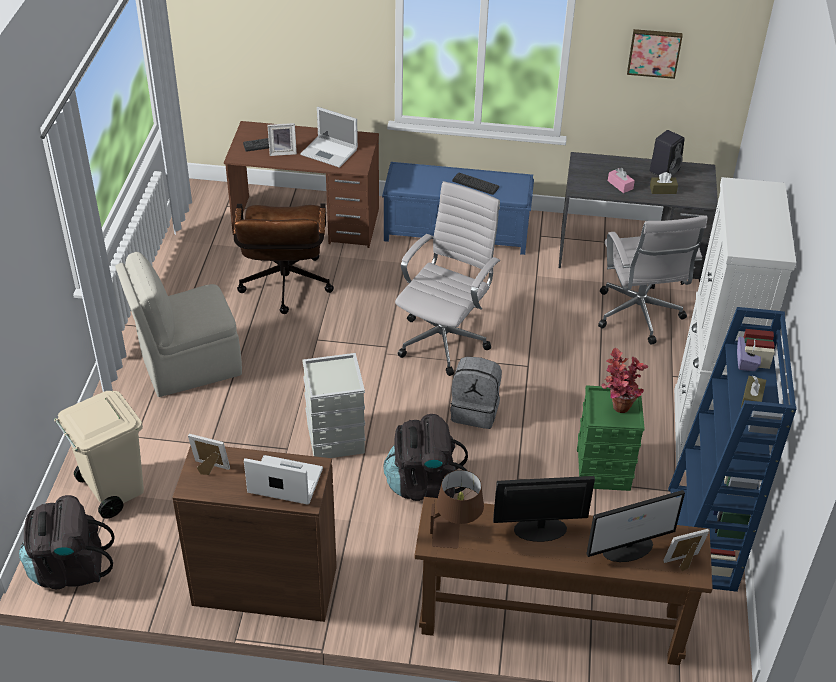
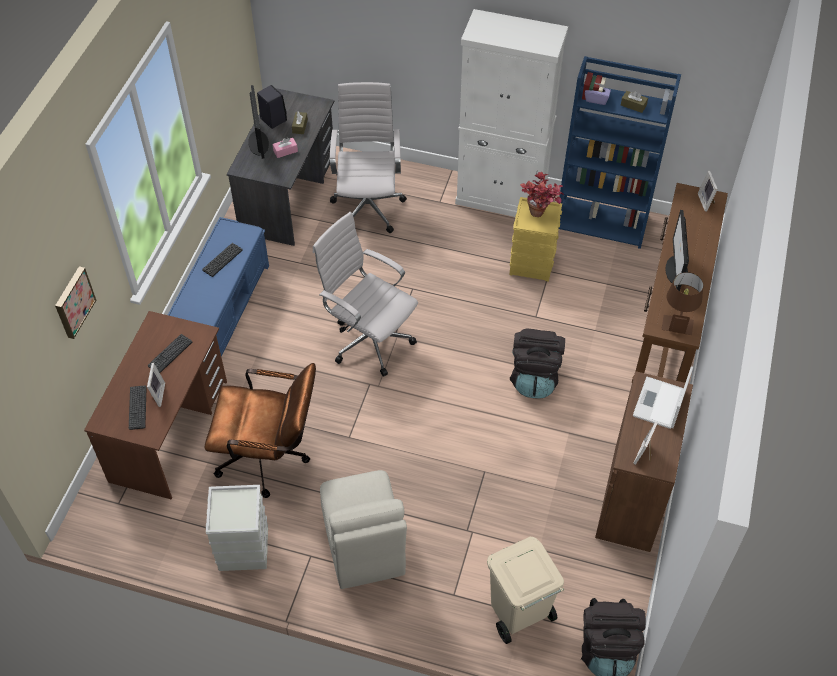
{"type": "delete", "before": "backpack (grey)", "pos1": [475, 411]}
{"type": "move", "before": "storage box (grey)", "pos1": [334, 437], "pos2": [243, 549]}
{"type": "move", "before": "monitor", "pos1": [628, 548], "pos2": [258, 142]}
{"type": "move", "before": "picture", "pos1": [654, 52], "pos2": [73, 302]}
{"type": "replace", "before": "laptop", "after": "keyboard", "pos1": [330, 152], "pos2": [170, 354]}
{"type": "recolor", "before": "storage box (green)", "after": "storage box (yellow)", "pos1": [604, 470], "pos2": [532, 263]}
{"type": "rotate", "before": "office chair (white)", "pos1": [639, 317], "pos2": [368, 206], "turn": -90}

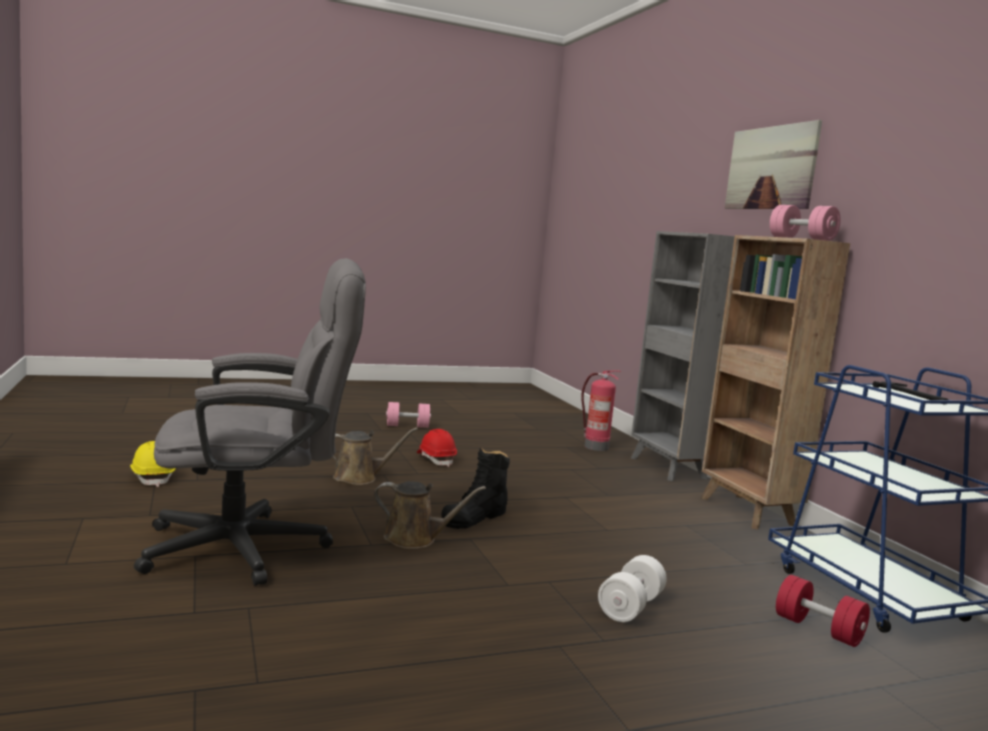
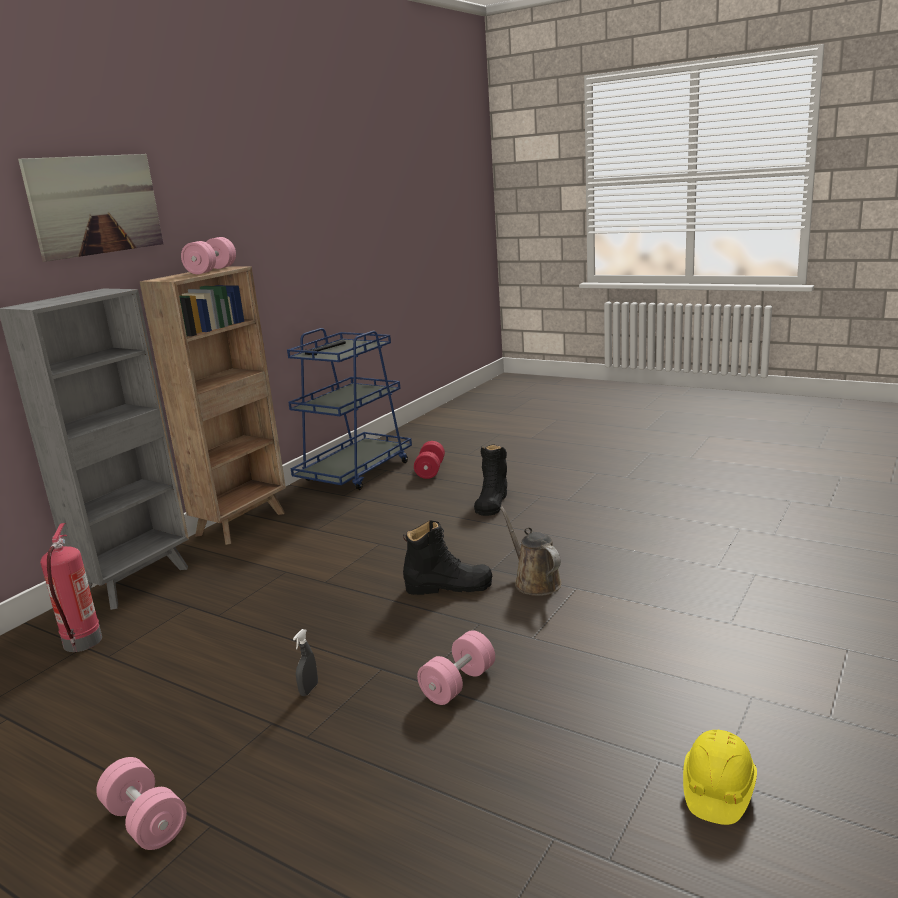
{"type": "delete", "before": "office chair (grey)", "pos1": [254, 548]}
{"type": "replace", "before": "watering can (brown)", "after": "dumbbell (pink)", "pos1": [359, 478], "pos2": [458, 684]}
{"type": "replace", "before": "hard hat (red)", "after": "spray bottle (grey)", "pos1": [436, 459], "pos2": [309, 689]}
{"type": "replace", "before": "dumbbell (white)", "after": "boot (black)", "pos1": [630, 607], "pos2": [492, 502]}

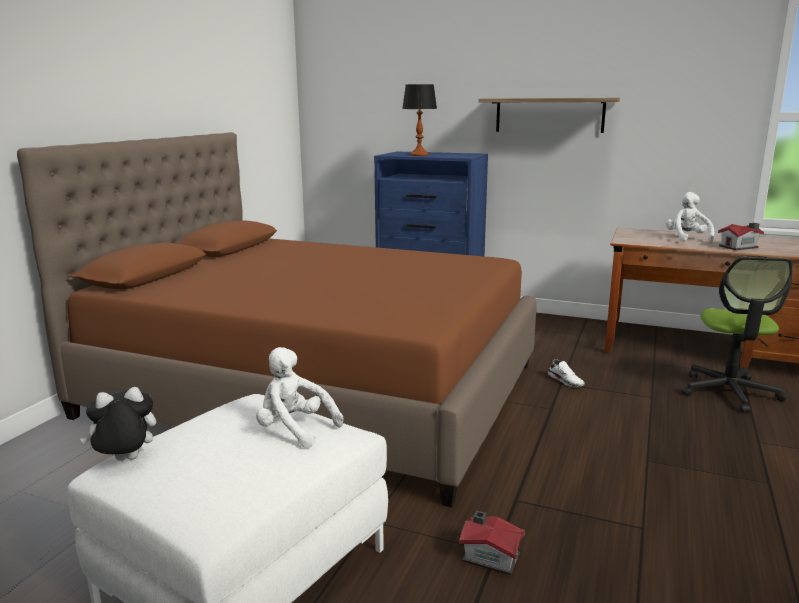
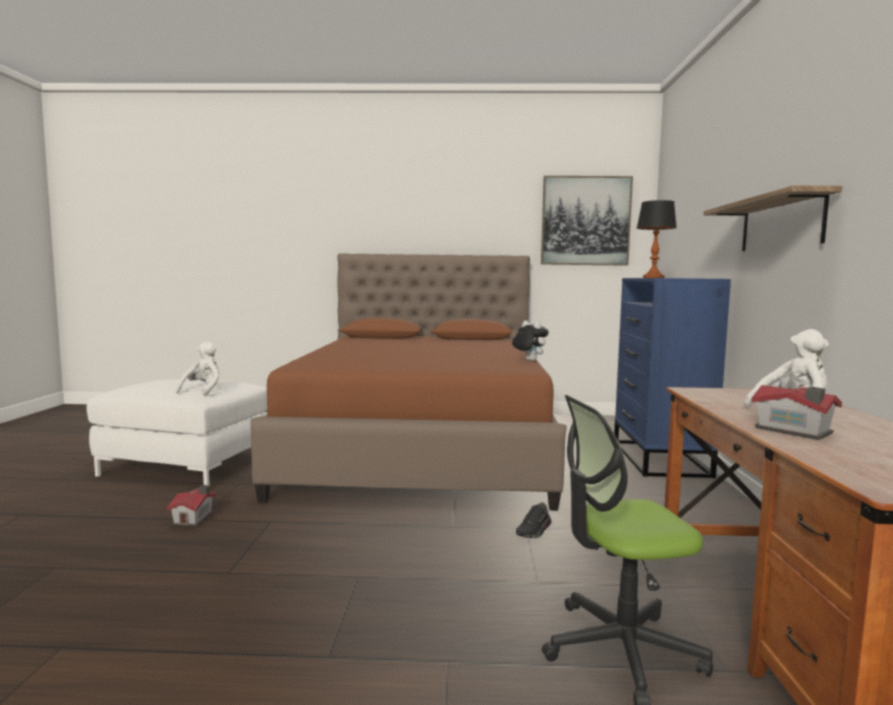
{"type": "insert", "after": "picture", "pos2": [585, 221]}
{"type": "move", "before": "plush toy", "pos1": [125, 461], "pos2": [528, 360]}
{"type": "recolor", "before": "shoe (white)", "after": "shoe (black)", "pos1": [566, 381], "pos2": [535, 531]}

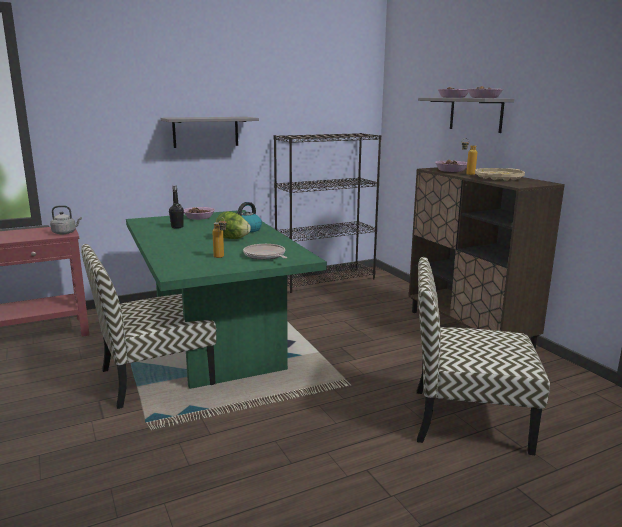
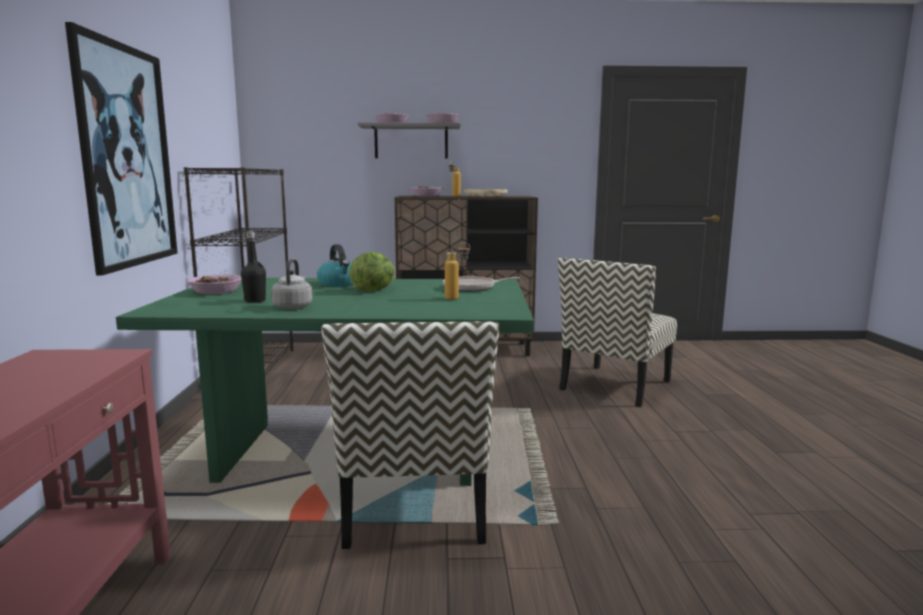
{"type": "move", "before": "kettle (grey)", "pos1": [65, 233], "pos2": [293, 306]}
{"type": "replace", "before": "shelf (grey)", "after": "picture", "pos1": [205, 132], "pos2": [127, 156]}

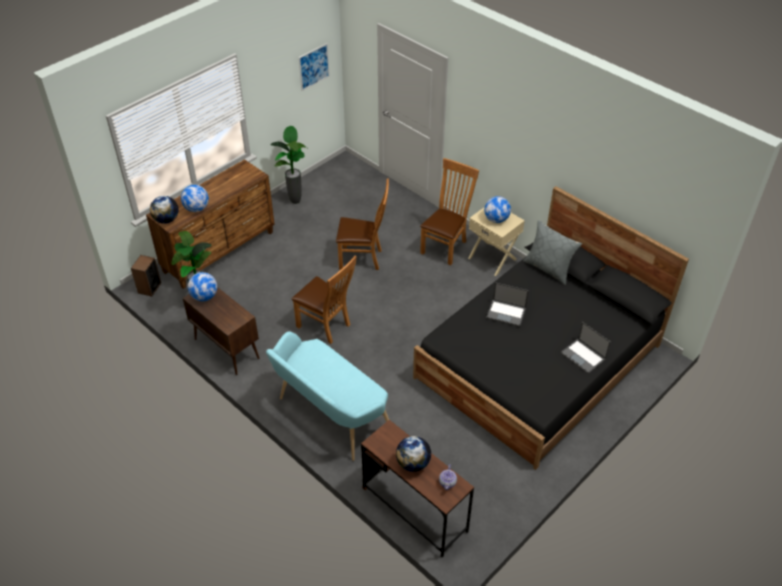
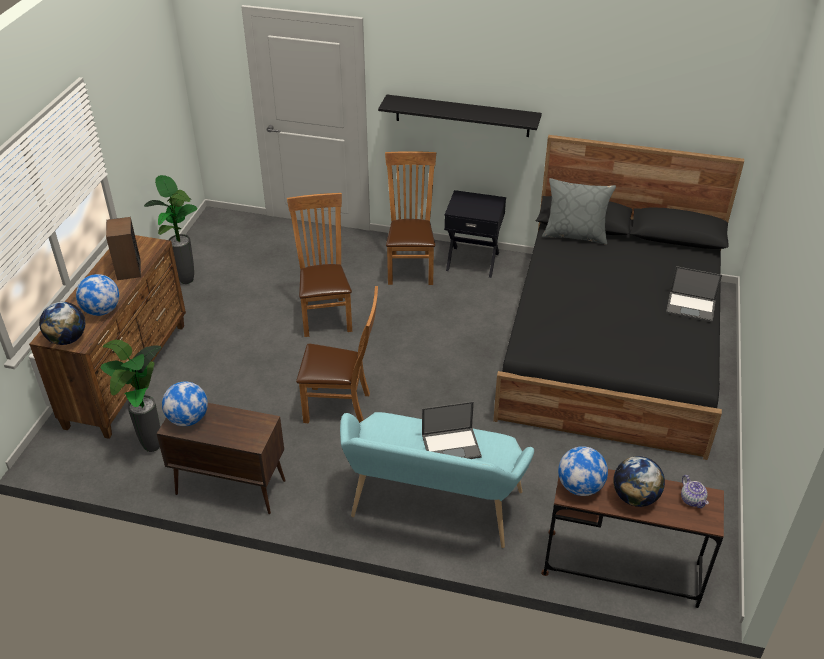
{"type": "delete", "before": "picture", "pos1": [314, 66]}
{"type": "insert", "after": "shelf (black)", "pos2": [462, 116]}
{"type": "move", "before": "speaker", "pos1": [149, 288], "pos2": [128, 269]}
{"type": "move", "before": "globe", "pos1": [496, 219], "pos2": [580, 487]}
{"type": "move", "before": "laptop", "pos1": [506, 313], "pos2": [452, 445]}
{"type": "recolor", "before": "nightstand (beige)", "after": "nightstand (black)", "pos1": [493, 258], "pos2": [473, 261]}
{"type": "rotate", "before": "chair (brown)", "pos1": [363, 259], "pos2": [325, 314], "turn": -75}

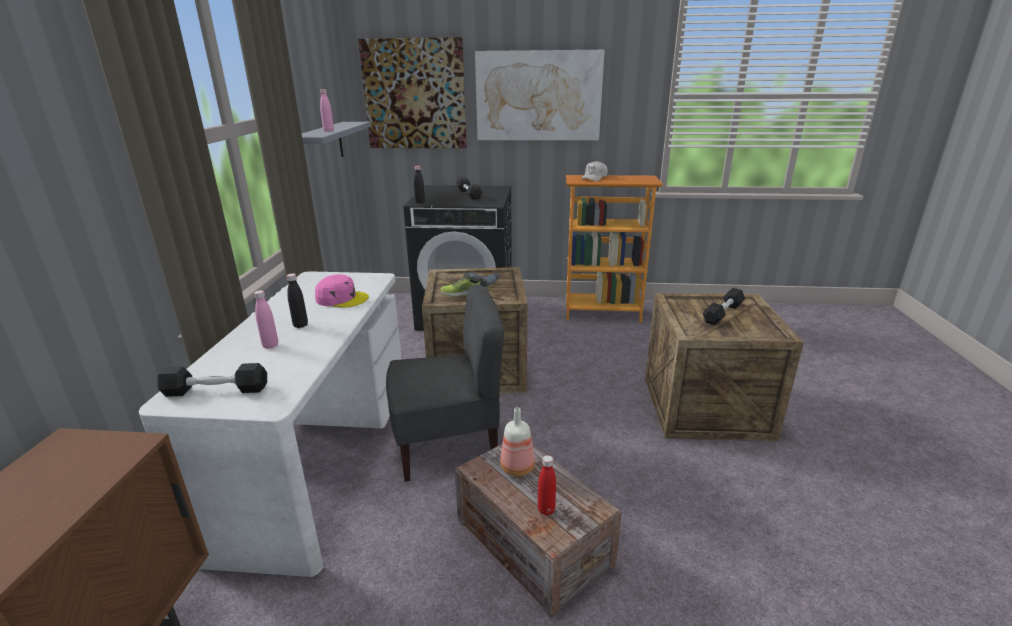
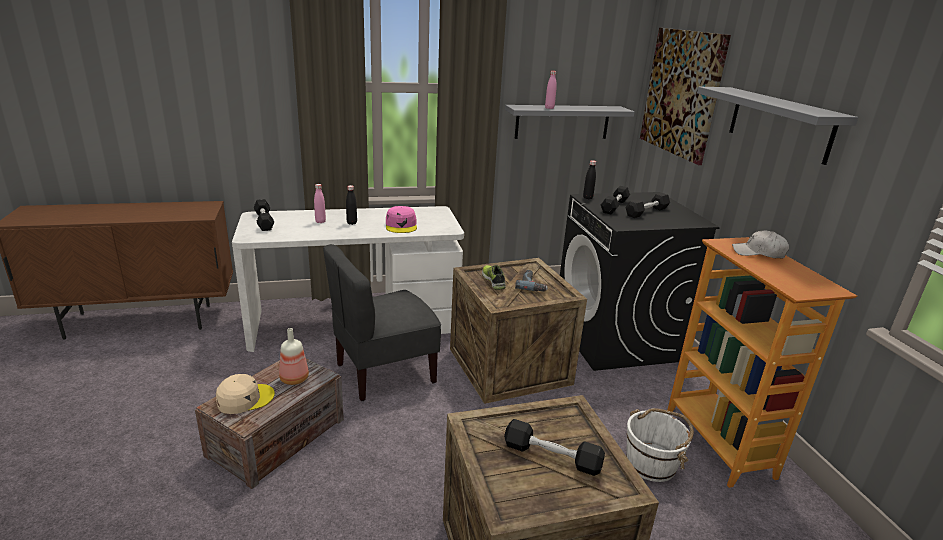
{"type": "insert", "after": "dumbbell (black)", "pos2": [614, 206]}
{"type": "insert", "after": "bucket (white)", "pos2": [651, 463]}
{"type": "replace", "before": "picture", "after": "shelf (grey)", "pos1": [538, 96], "pos2": [779, 123]}
{"type": "replace", "before": "bottle (red)", "after": "cap (beige)", "pos1": [546, 510], "pos2": [245, 398]}
{"type": "rotate", "before": "chair (grey)", "pos1": [447, 445], "pos2": [384, 373], "turn": 90}

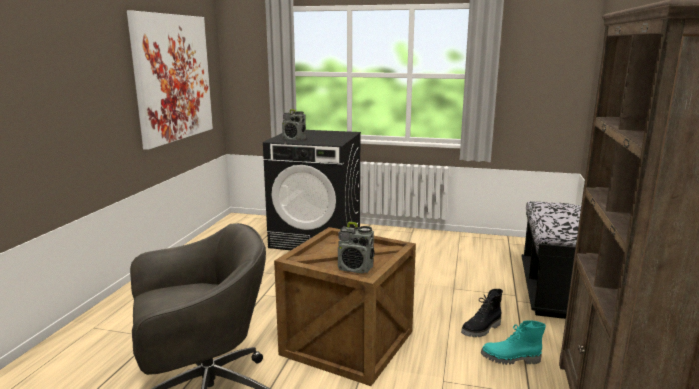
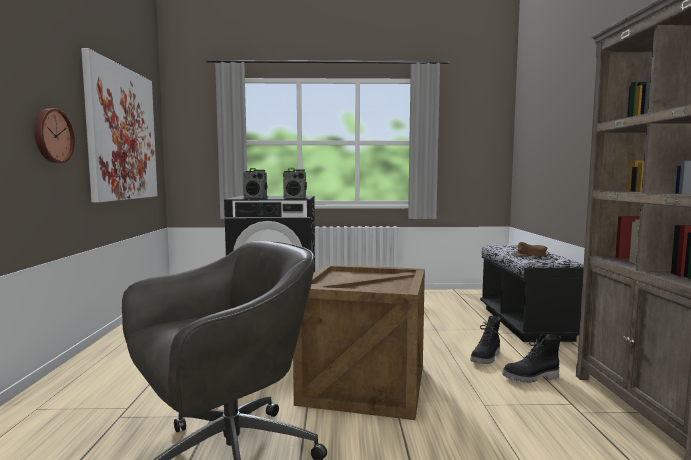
{"type": "insert", "after": "wall clock", "pos2": [52, 136]}
{"type": "insert", "after": "cap (brown)", "pos2": [529, 255]}
{"type": "move", "before": "radio", "pos1": [355, 268], "pos2": [294, 198]}
{"type": "recolor", "before": "boot (turquoise)", "after": "boot (black)", "pos1": [510, 359], "pos2": [531, 378]}

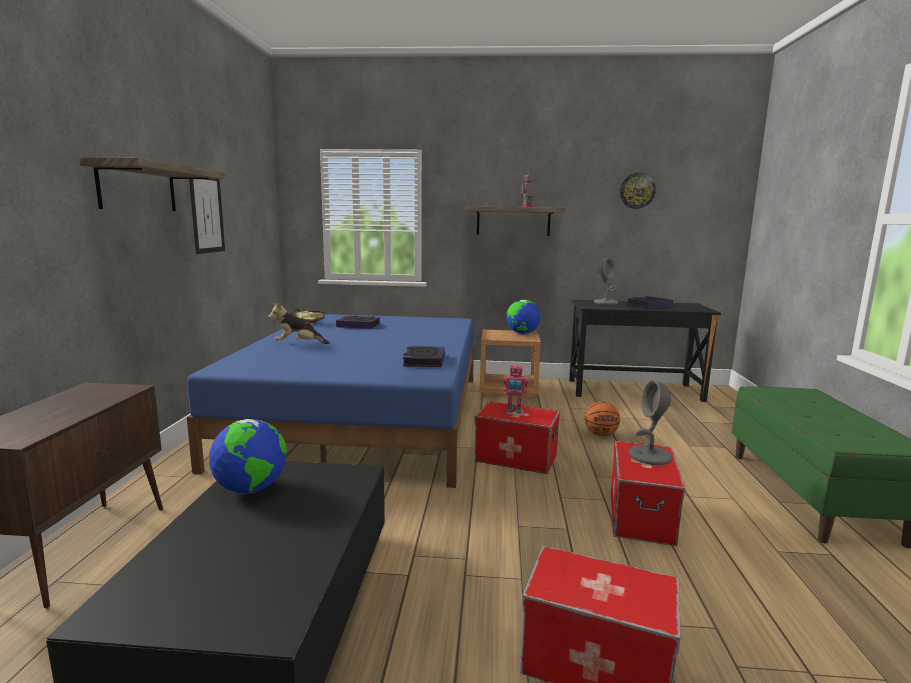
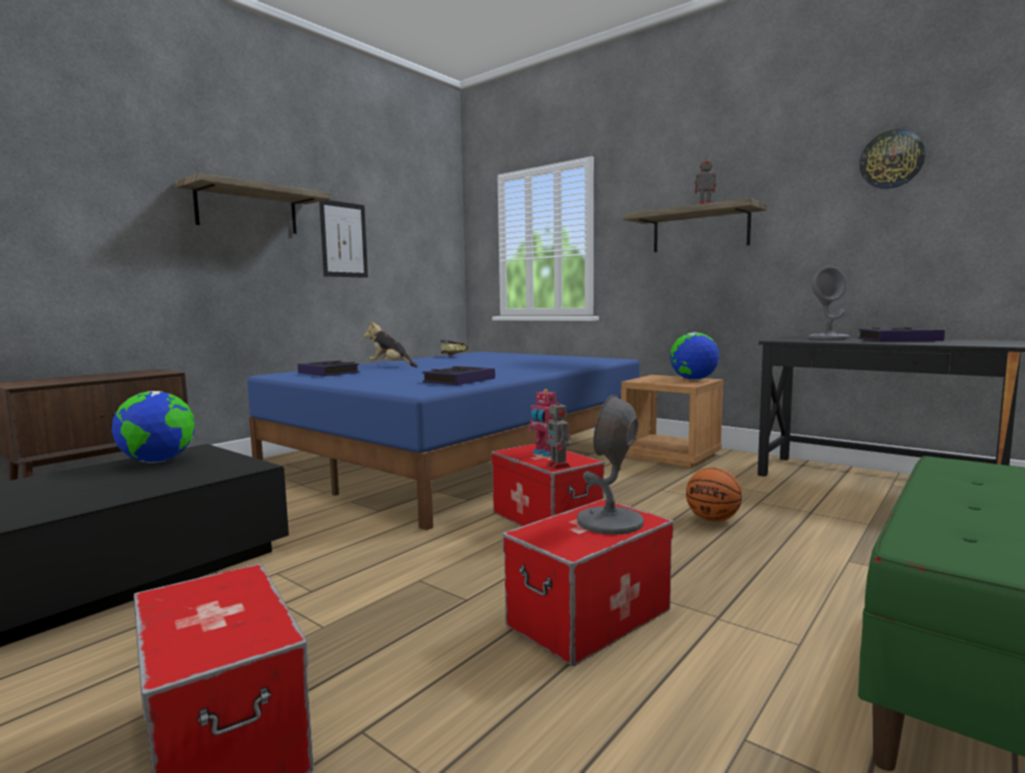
{"type": "insert", "after": "toy robot", "pos2": [559, 466]}
{"type": "move", "before": "book", "pos1": [358, 325], "pos2": [328, 373]}

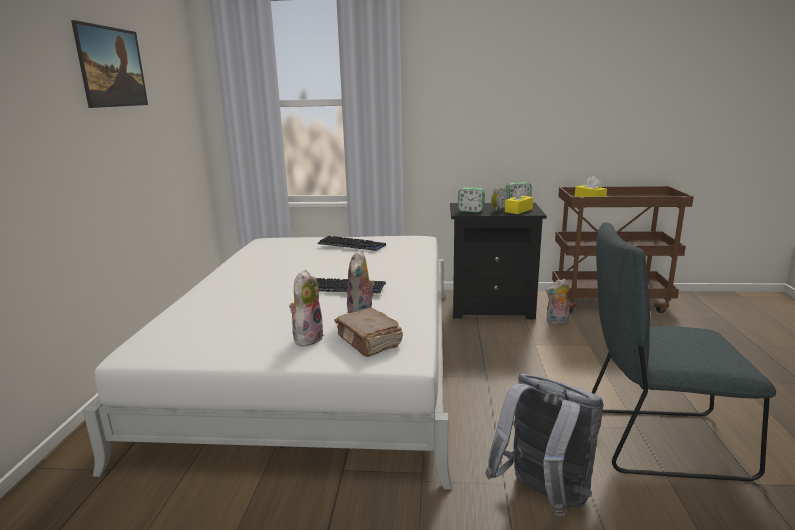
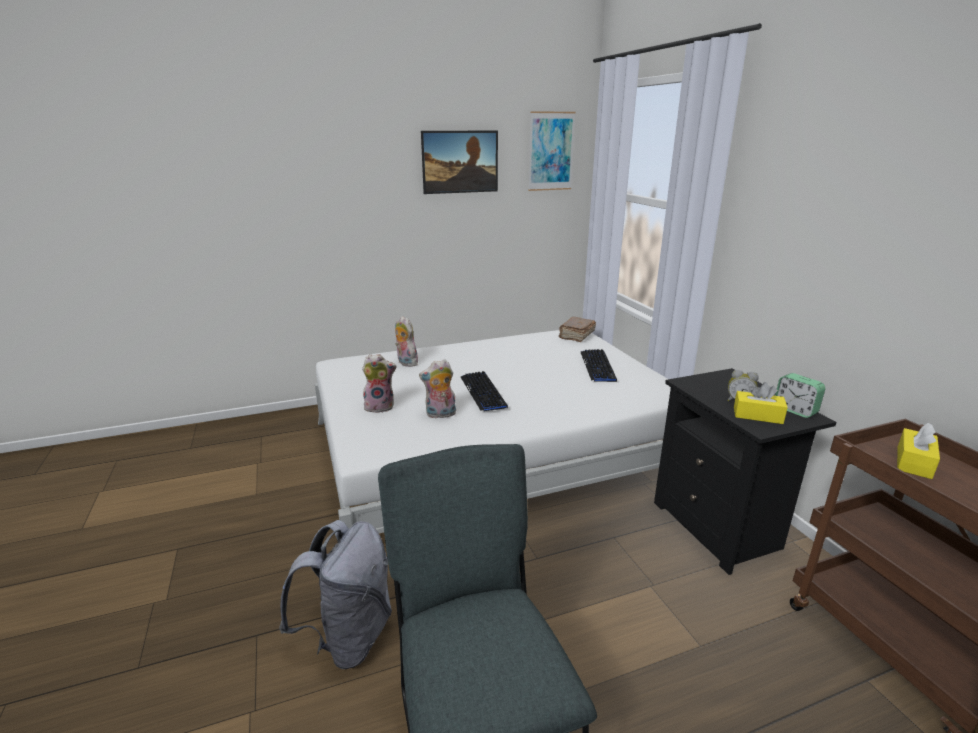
{"type": "delete", "before": "alarm clock", "pos1": [471, 210]}
{"type": "insert", "after": "picture", "pos2": [551, 151]}
{"type": "move", "before": "book (brown)", "pos1": [369, 342], "pos2": [576, 335]}
{"type": "move", "before": "plush toy", "pos1": [557, 321], "pos2": [405, 362]}

